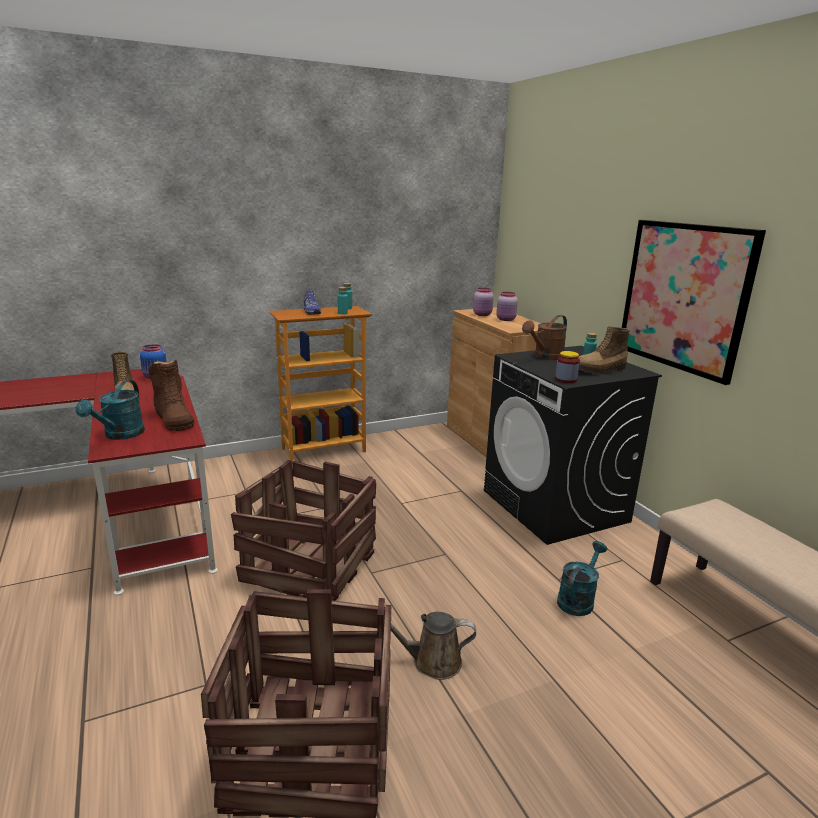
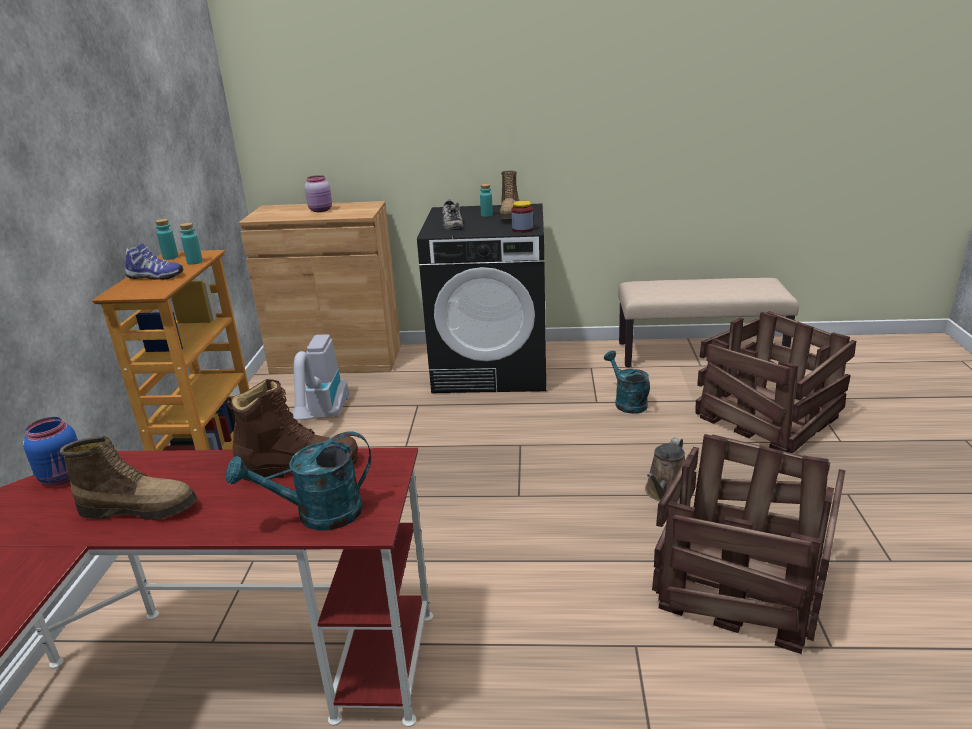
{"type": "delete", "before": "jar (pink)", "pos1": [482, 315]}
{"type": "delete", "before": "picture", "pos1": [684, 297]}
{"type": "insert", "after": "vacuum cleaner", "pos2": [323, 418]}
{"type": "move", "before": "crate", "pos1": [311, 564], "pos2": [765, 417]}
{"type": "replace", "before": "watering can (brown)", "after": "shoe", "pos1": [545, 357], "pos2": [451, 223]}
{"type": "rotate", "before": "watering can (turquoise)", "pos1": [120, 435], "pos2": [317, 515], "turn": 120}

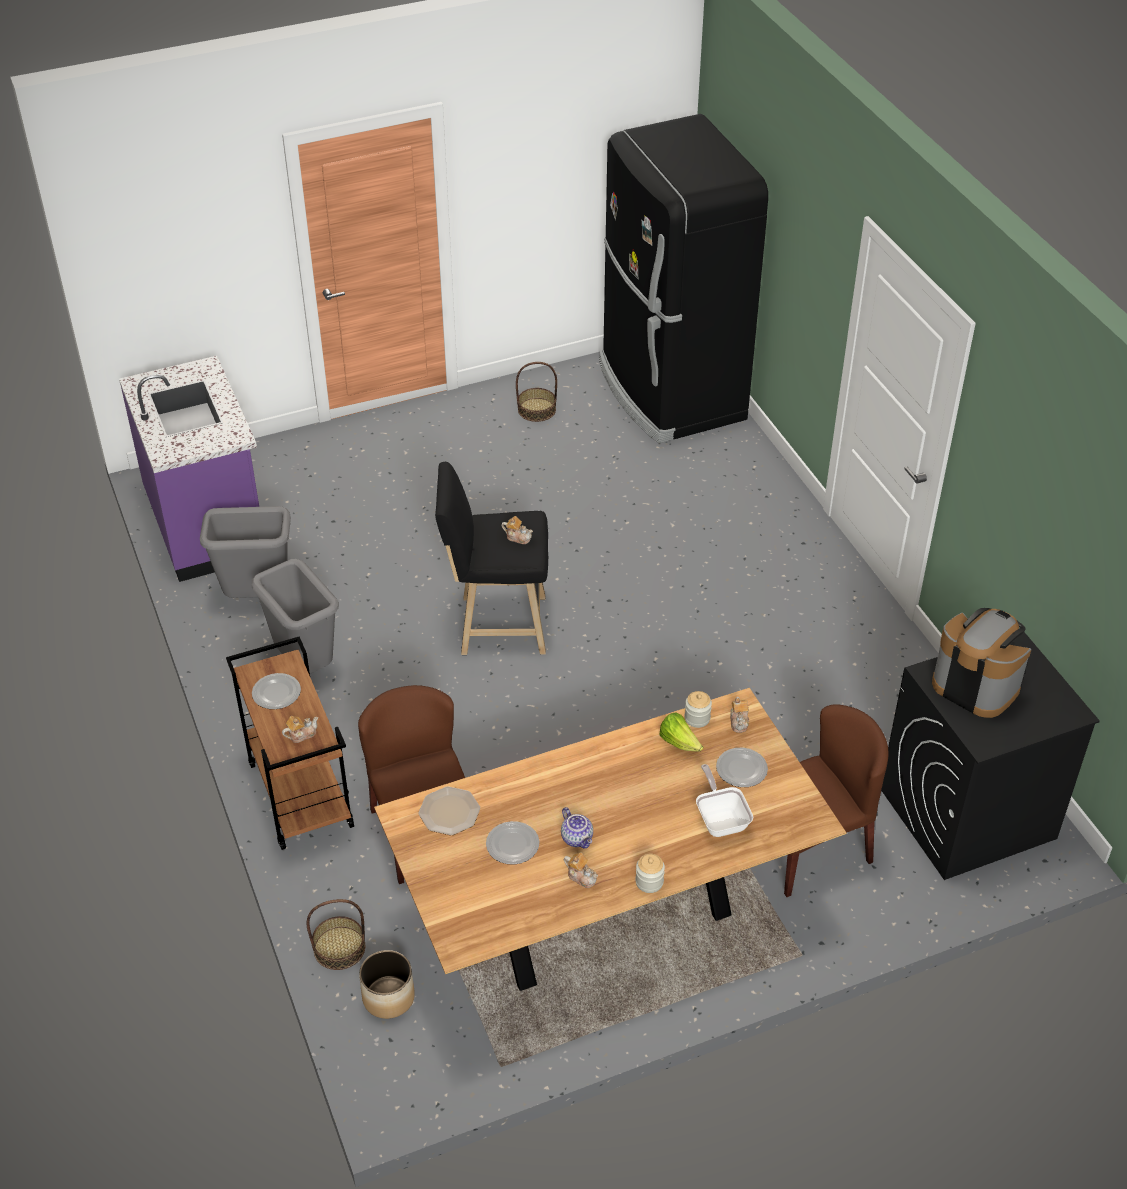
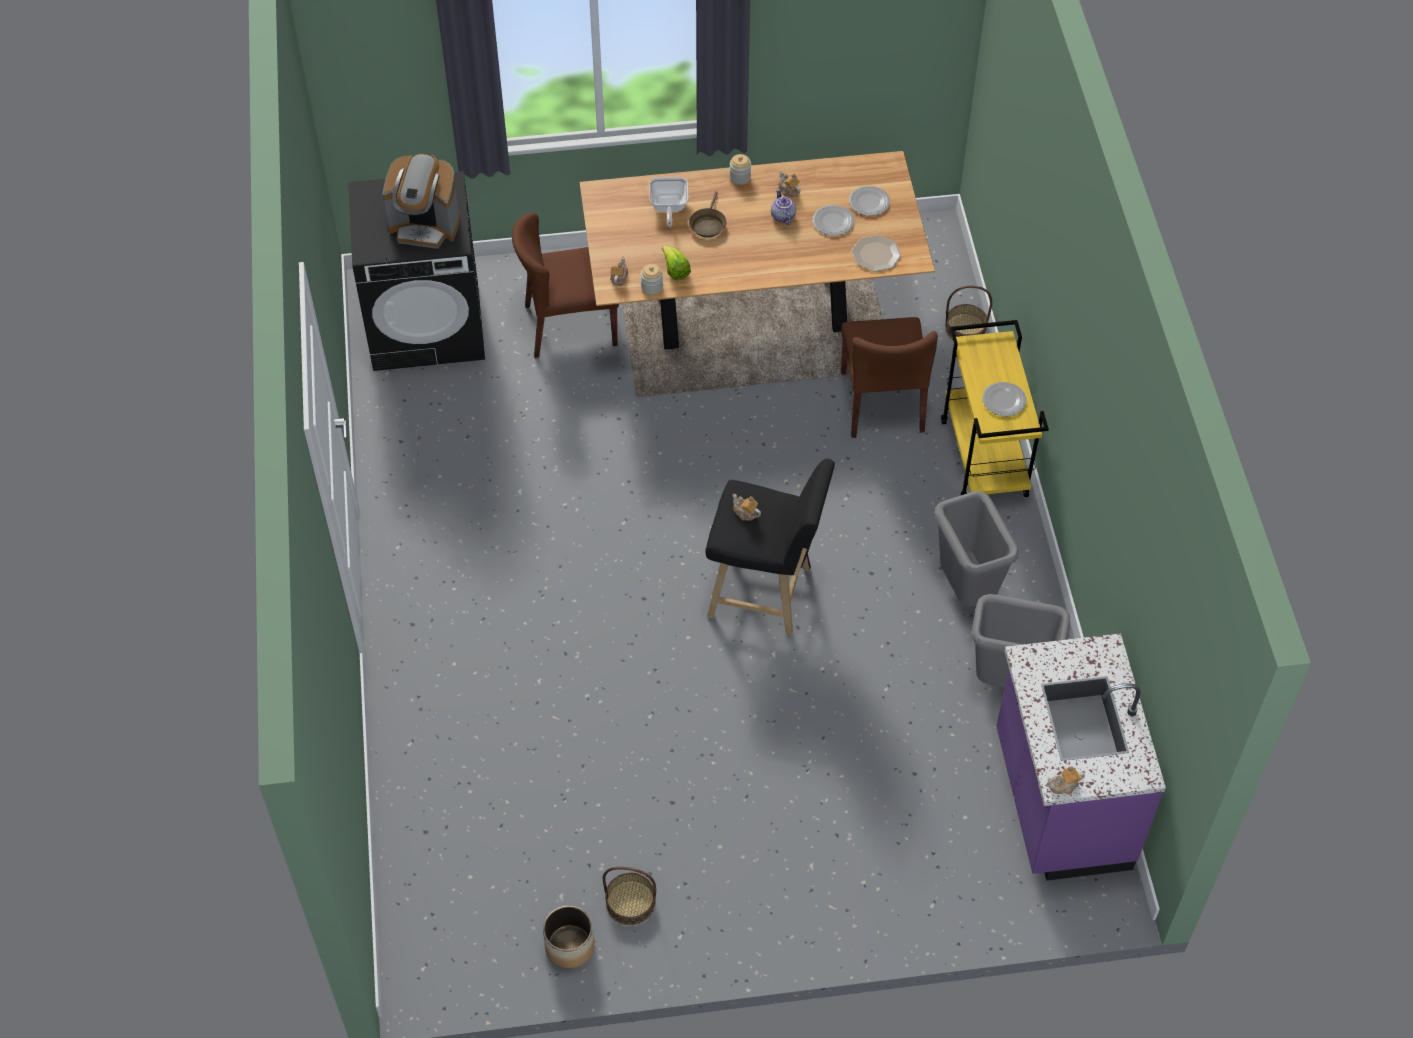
{"type": "delete", "before": "fridge (black)", "pos1": [669, 392]}
{"type": "insert", "after": "frying pan (brown)", "pos2": [708, 224]}
{"type": "move", "before": "teapot", "pos1": [301, 734], "pos2": [1064, 786]}
{"type": "move", "before": "planter", "pos1": [389, 997], "pos2": [569, 947]}
{"type": "move", "before": "plate", "pos1": [741, 768], "pos2": [869, 202]}
{"type": "recolor", "before": "cart (brown)", "after": "cart (yellow)", "pos1": [299, 794], "pos2": [985, 459]}
{"type": "rotate", "before": "coffee machine", "pos1": [975, 686], "pos2": [425, 226], "turn": -45}

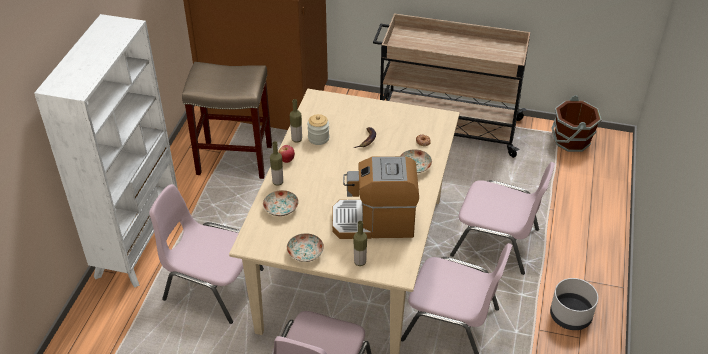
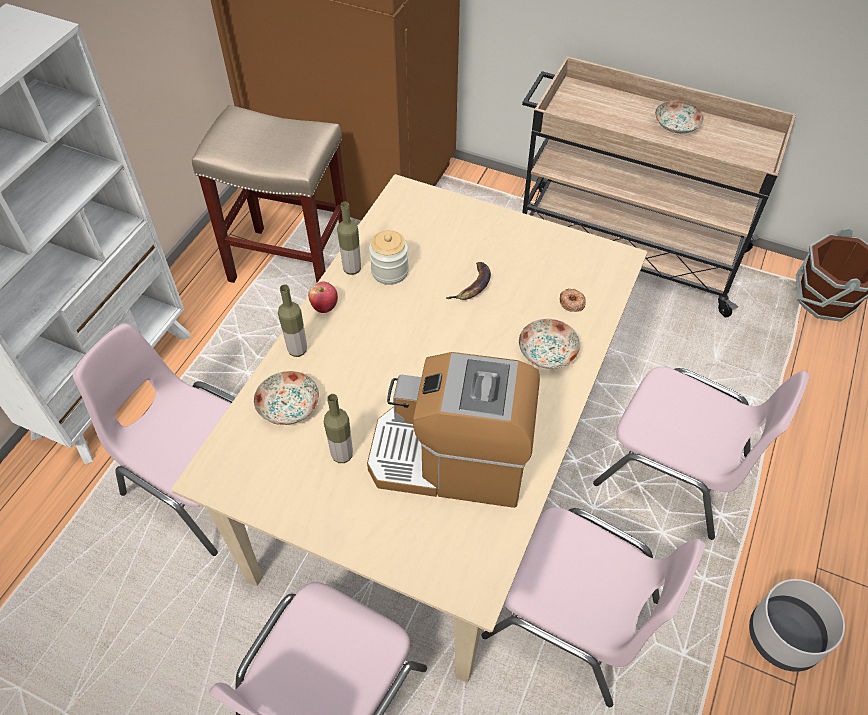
{"type": "move", "before": "plate", "pos1": [306, 253], "pos2": [677, 125]}
{"type": "move", "before": "bottle", "pos1": [360, 262], "pos2": [342, 455]}

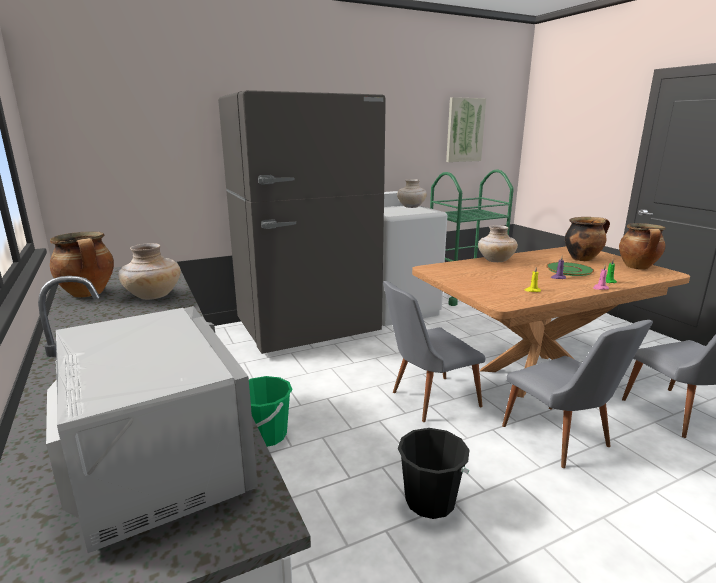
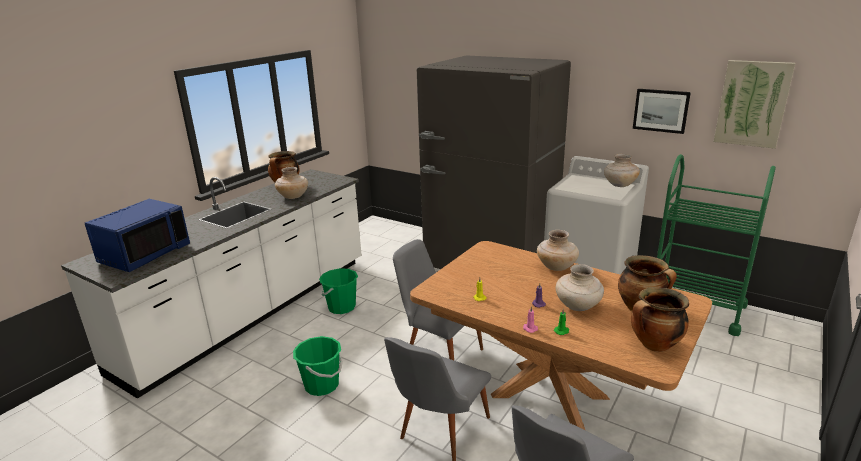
{"type": "insert", "after": "picture", "pos2": [661, 110]}
{"type": "replace", "before": "plate (green)", "after": "vase (beige)", "pos1": [569, 270], "pos2": [578, 306]}
{"type": "recolor", "before": "microwave (grey)", "after": "microwave (blue)", "pos1": [155, 461], "pos2": [144, 254]}
{"type": "recolor", "before": "bucket (black)", "after": "bucket (green)", "pos1": [430, 501], "pos2": [322, 385]}

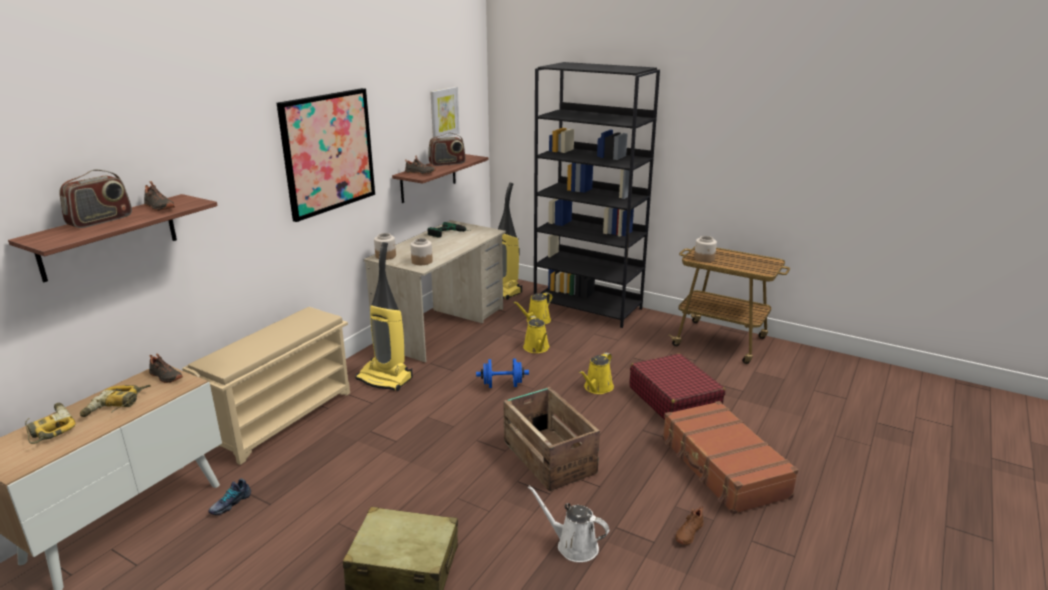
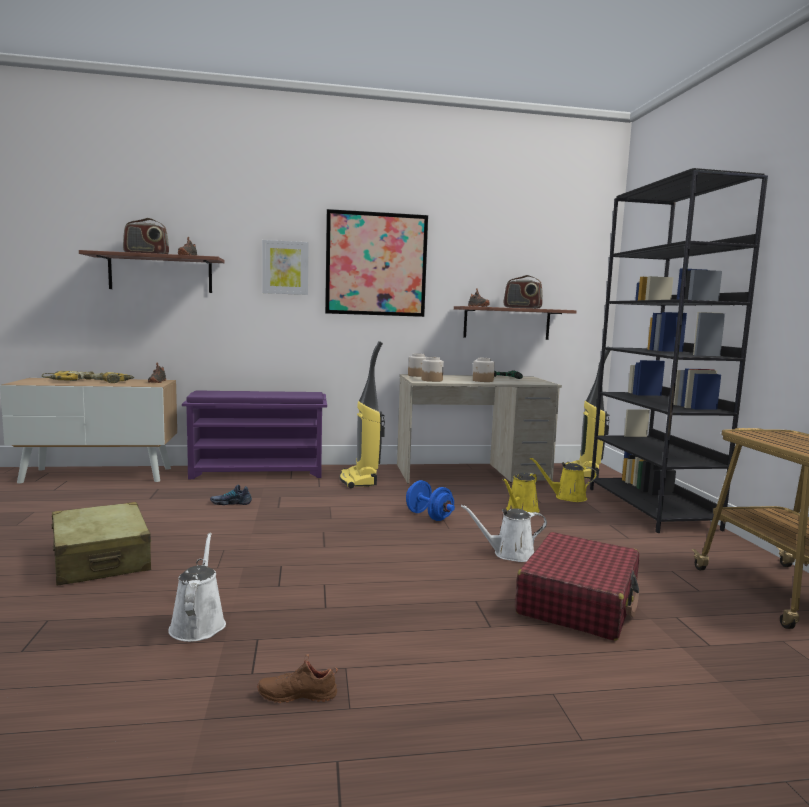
{"type": "delete", "before": "crate", "pos1": [549, 456]}
{"type": "delete", "before": "suitcase (brown)", "pos1": [722, 467]}
{"type": "move", "before": "shoe", "pos1": [230, 503], "pos2": [231, 503]}
{"type": "move", "before": "picture", "pos1": [444, 113], "pos2": [285, 267]}
{"type": "move", "before": "jar", "pos1": [704, 259], "pos2": [483, 381]}
{"type": "recolor", "before": "shoe rack (beige)", "after": "shoe rack (purple)", "pos1": [282, 418], "pos2": [259, 472]}
{"type": "recolor", "before": "watering can (yellow)", "after": "watering can (white)", "pos1": [597, 388], "pos2": [510, 554]}

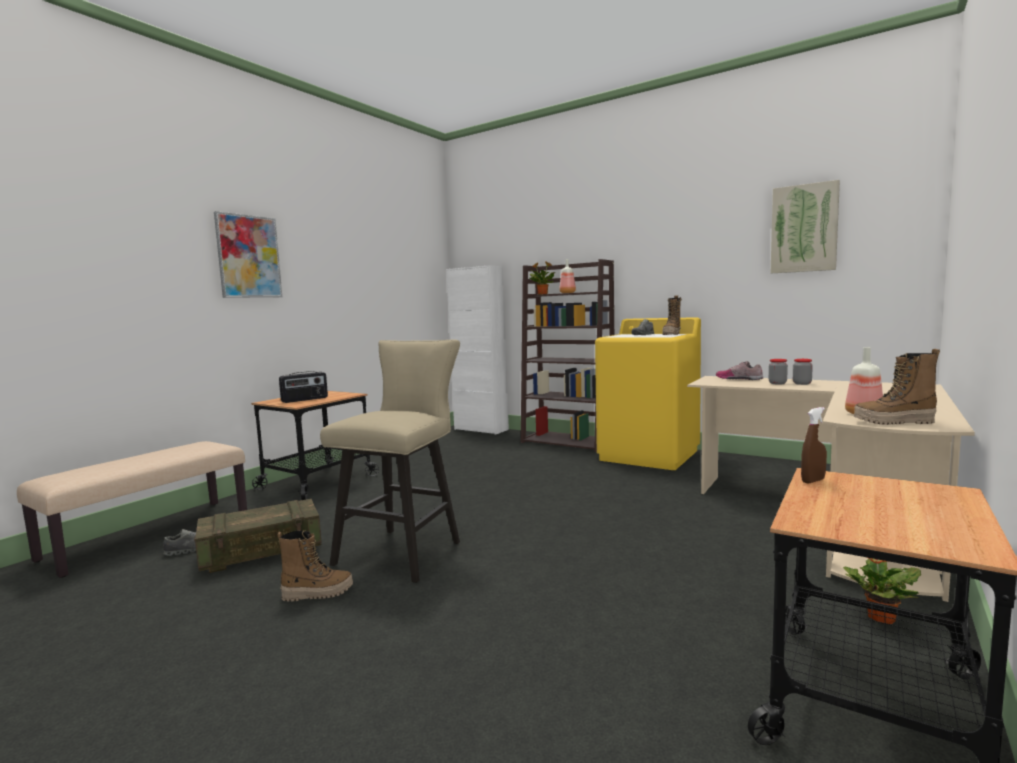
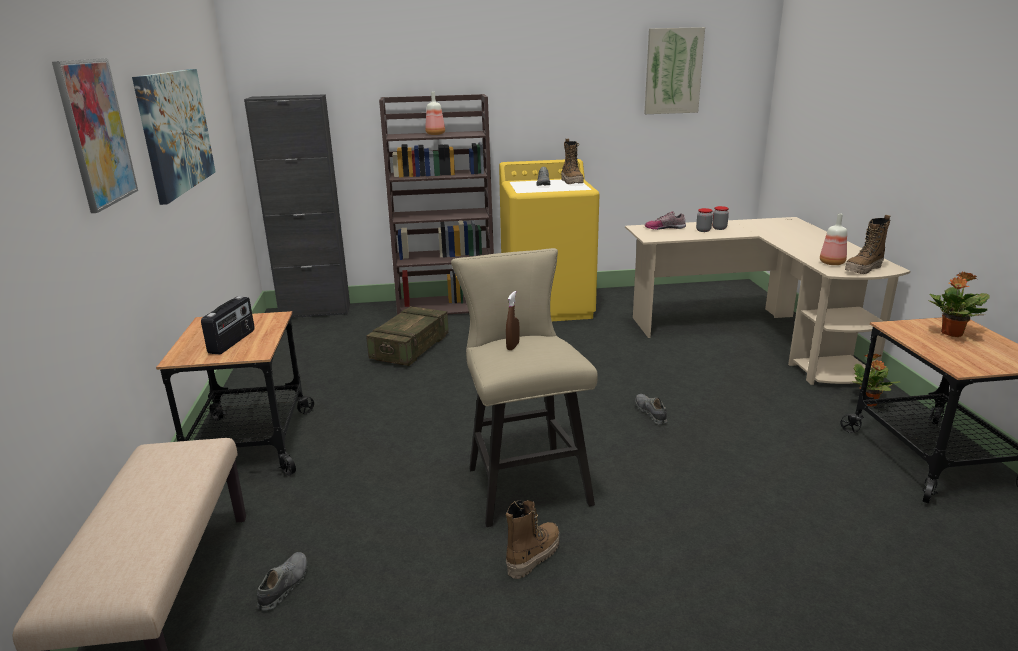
{"type": "insert", "after": "picture", "pos2": [176, 131]}
{"type": "insert", "after": "shoe (grey)", "pos2": [651, 413]}
{"type": "move", "before": "crate", "pos1": [262, 551], "pos2": [410, 348]}
{"type": "move", "before": "potted plant", "pos1": [542, 294], "pos2": [951, 334]}
{"type": "move", "before": "spray bottle (brown)", "pos1": [813, 481], "pos2": [513, 346]}
{"type": "recolor", "before": "cabinet (white)", "after": "cabinet (black)", "pos1": [481, 429], "pos2": [315, 311]}

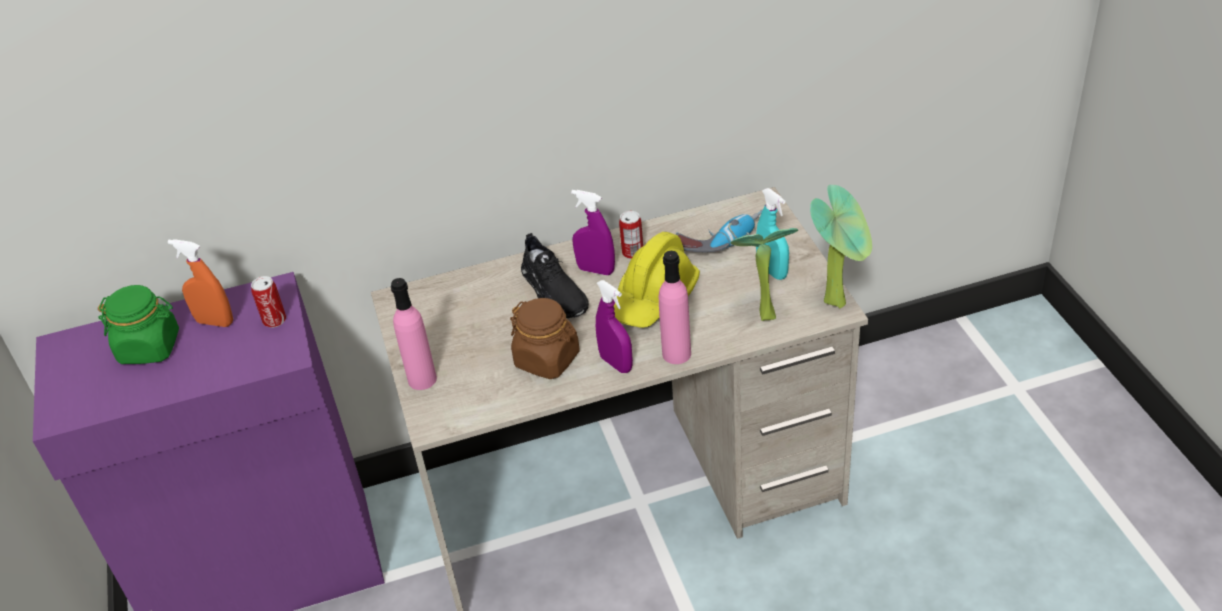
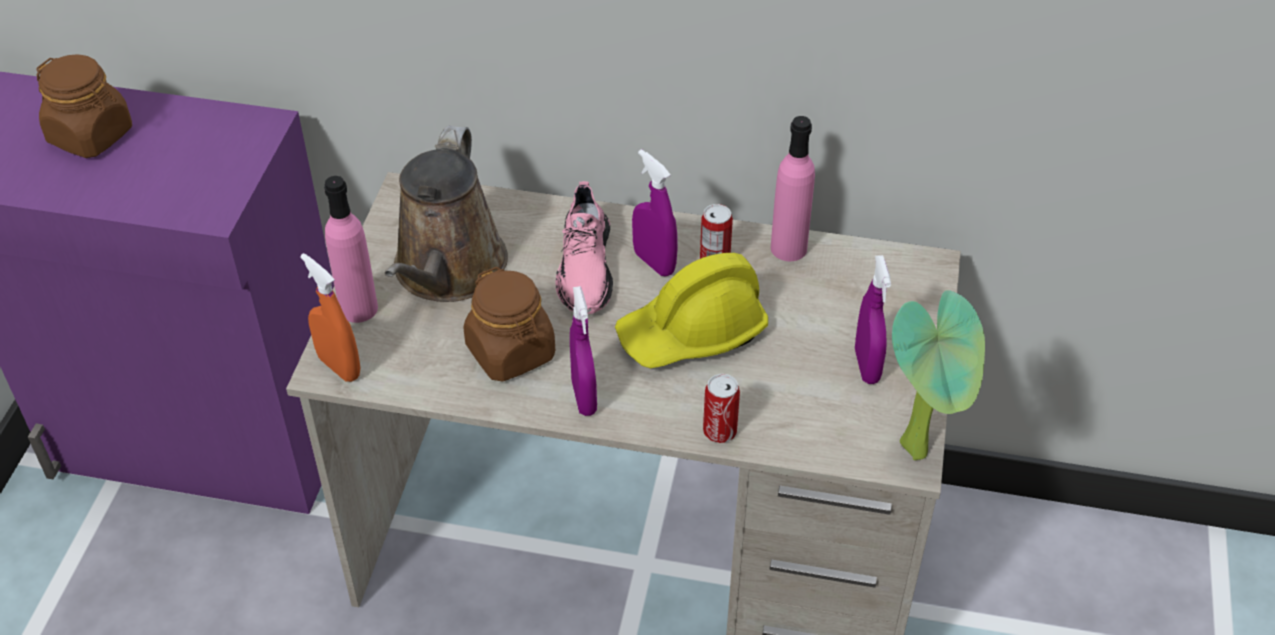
{"type": "delete", "before": "power drill", "pos1": [720, 240]}
{"type": "delete", "before": "potted plant", "pos1": [762, 313]}
{"type": "insert", "after": "watering can (brown)", "pos2": [447, 271]}
{"type": "move", "before": "spray bottle (orange)", "pos1": [215, 322], "pos2": [339, 367]}
{"type": "move", "before": "can", "pos1": [274, 320], "pos2": [719, 431]}
{"type": "move", "before": "bottle (pink)", "pos1": [676, 354], "pos2": [788, 248]}
{"type": "recolor", "before": "jar (green)", "after": "jar (brown)", "pos1": [150, 347], "pos2": [91, 135]}
{"type": "recolor", "before": "shoe (black)", "after": "shoe (pink)", "pos1": [554, 291], "pos2": [585, 268]}
{"type": "recolor", "before": "spray bottle (turquoise)", "after": "spray bottle (purple)", "pos1": [772, 271], "pos2": [866, 366]}

